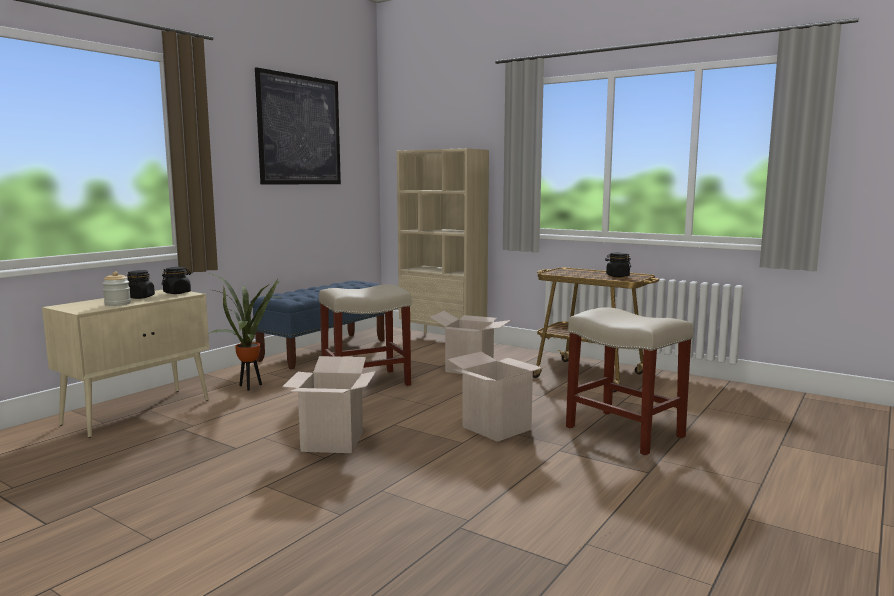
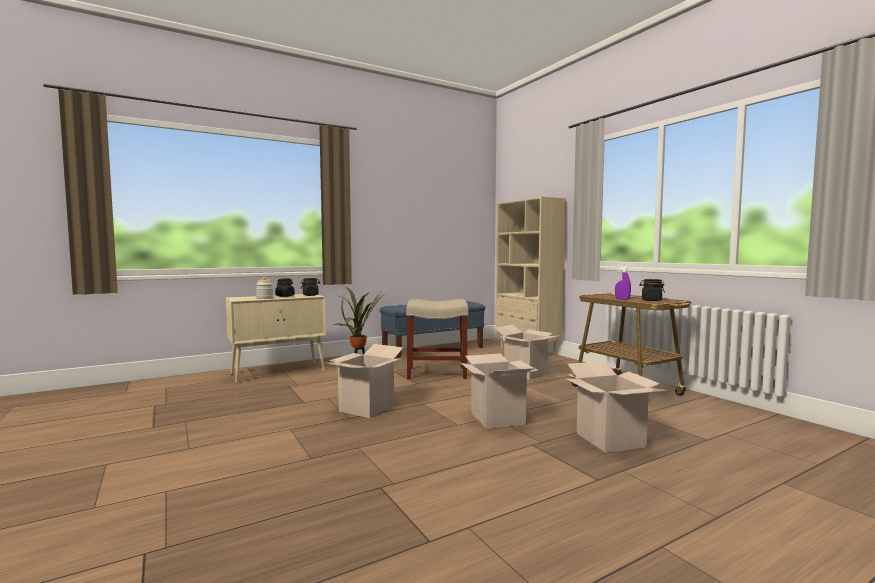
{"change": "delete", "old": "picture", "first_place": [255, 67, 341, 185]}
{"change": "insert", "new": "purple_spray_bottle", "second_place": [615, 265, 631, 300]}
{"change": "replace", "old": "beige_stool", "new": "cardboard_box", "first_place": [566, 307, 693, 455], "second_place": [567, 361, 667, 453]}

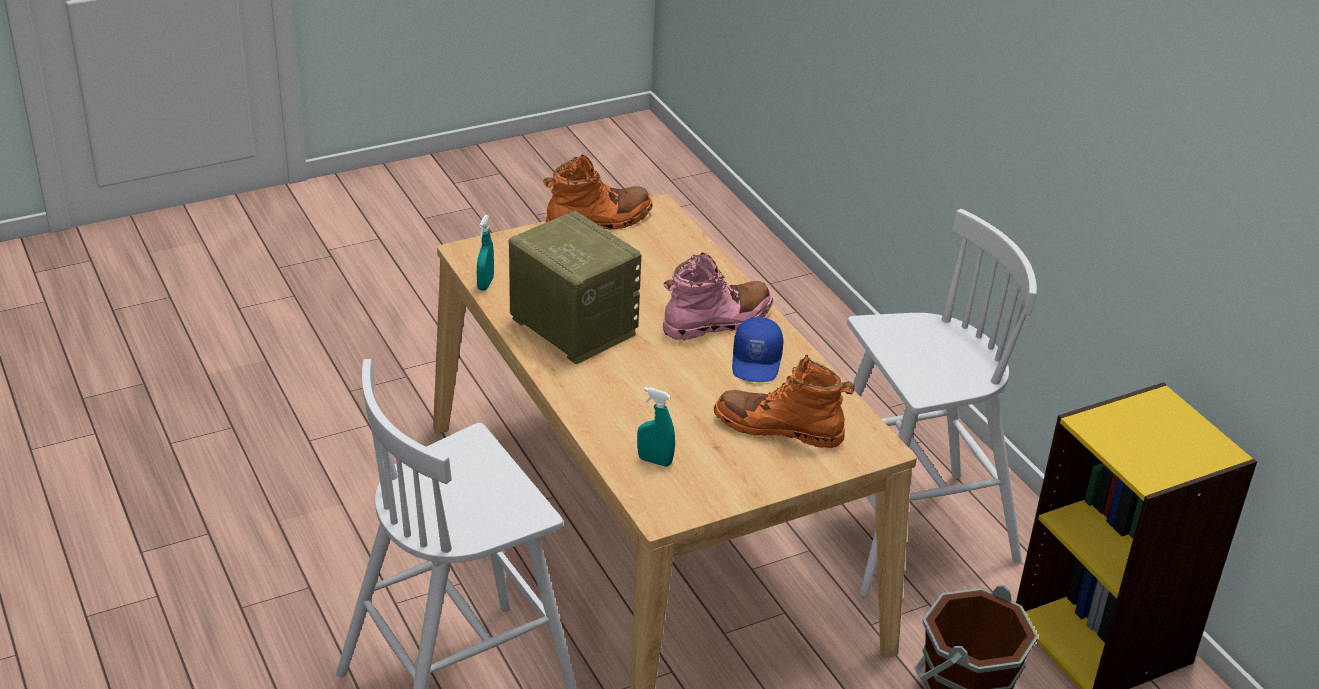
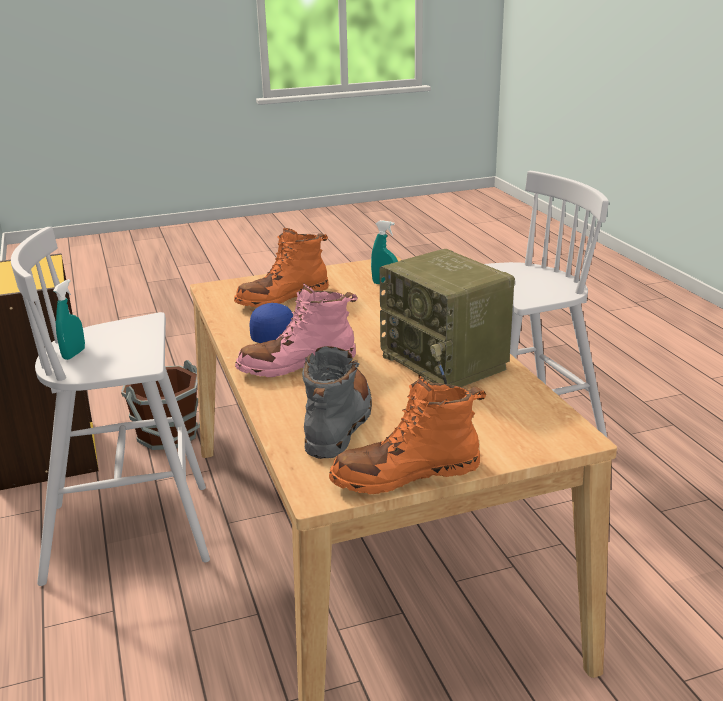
{"change": "insert", "new": "grey_boot", "second_place": [302, 346, 372, 459]}
{"change": "move", "old": "turquoise_spray_bottle", "first_place": [477, 215, 494, 291], "second_place": [53, 279, 85, 360]}
{"change": "rotate", "old": "orange_boot", "first_place": [714, 355, 855, 448], "second_place": [234, 228, 329, 307], "degrees": 120}

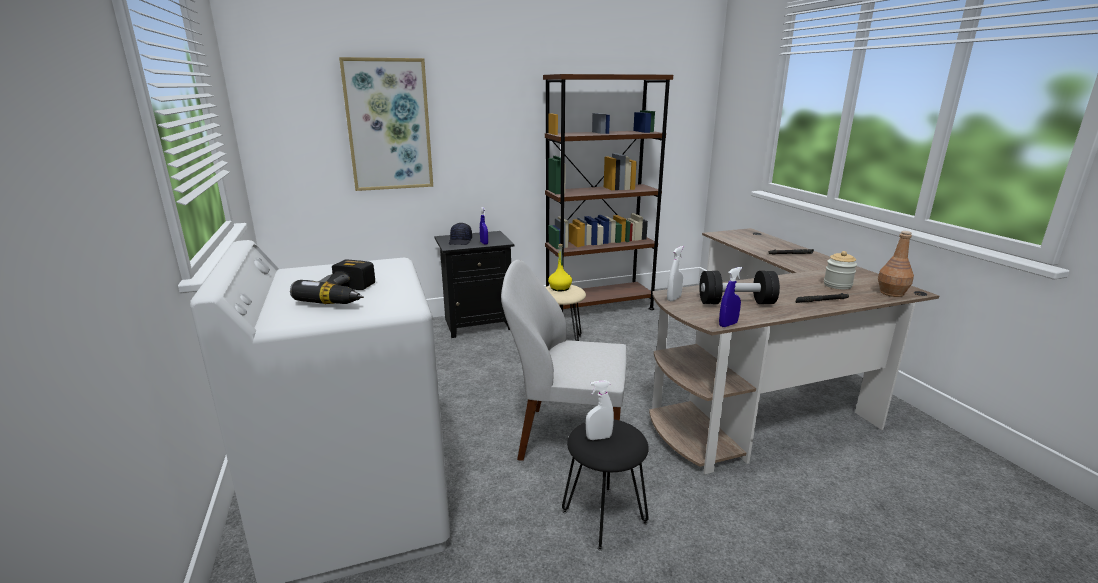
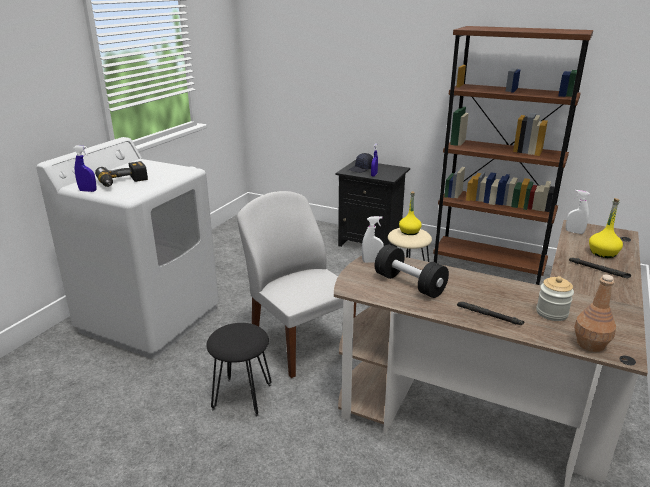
{"change": "delete", "old": "picture", "first_place": [339, 57, 433, 191]}
{"change": "insert", "new": "yellow_bottle", "second_place": [589, 198, 623, 258]}
{"change": "move", "old": "white_spray_bottle", "first_place": [586, 380, 614, 440], "second_place": [566, 190, 590, 234]}
{"change": "move", "old": "blue_spray_bottle", "first_place": [719, 267, 743, 327], "second_place": [73, 146, 97, 192]}

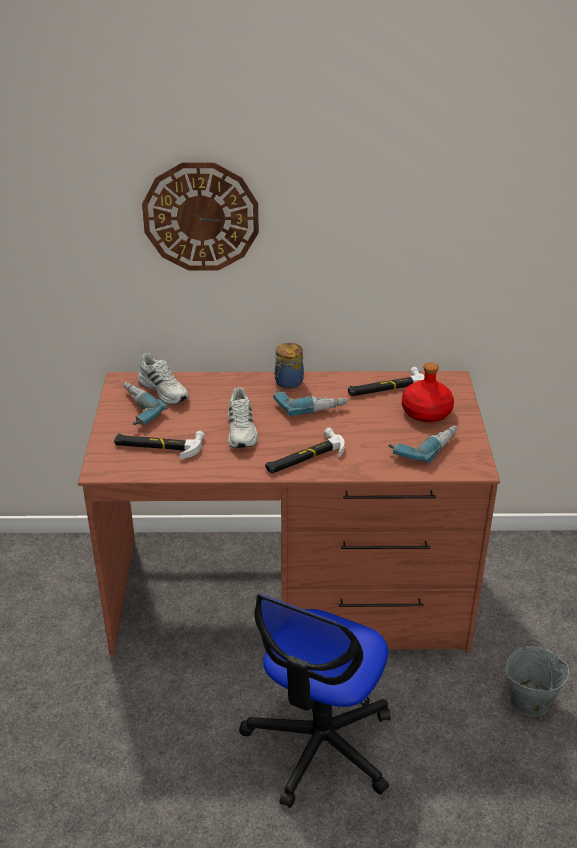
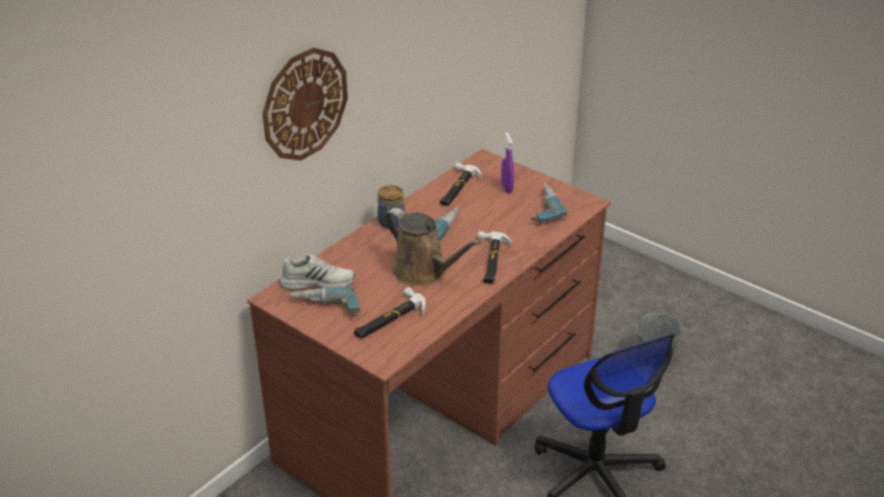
{"change": "replace", "old": "white_shoe", "new": "brown_watering_can", "first_place": [228, 387, 258, 448], "second_place": [384, 208, 481, 286]}
{"change": "replace", "old": "red_bottle", "new": "purple_spray_bottle", "first_place": [402, 362, 454, 422], "second_place": [501, 132, 514, 193]}

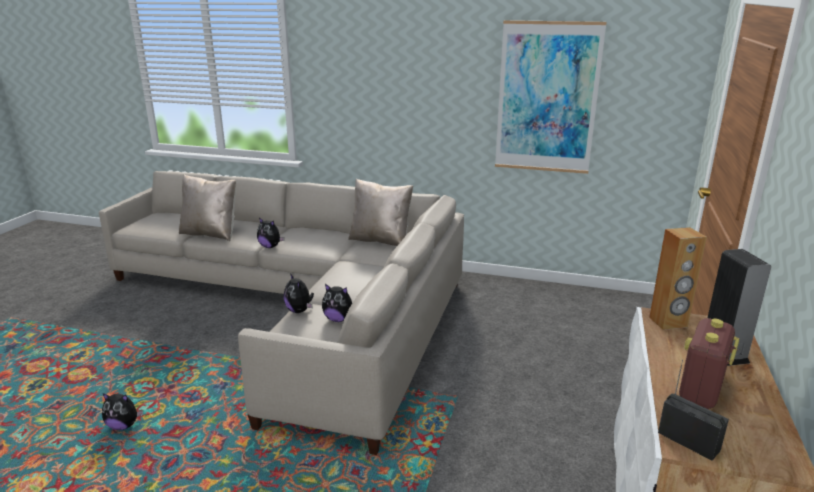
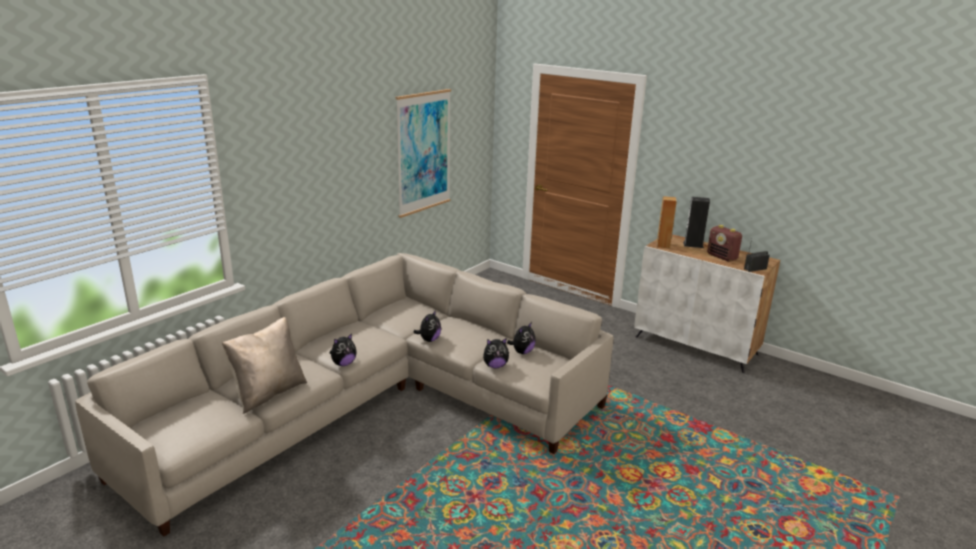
{"change": "delete", "old": "beige_pillow", "first_place": [348, 179, 413, 246]}
{"change": "move", "old": "plush_toy", "first_place": [102, 393, 143, 430], "second_place": [413, 310, 441, 342]}

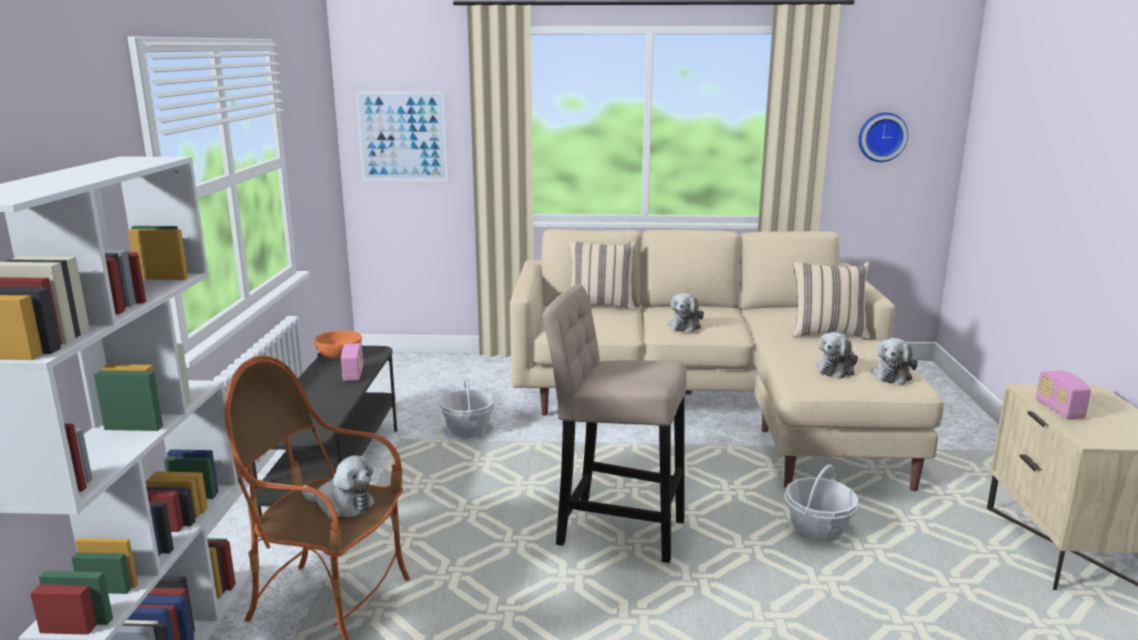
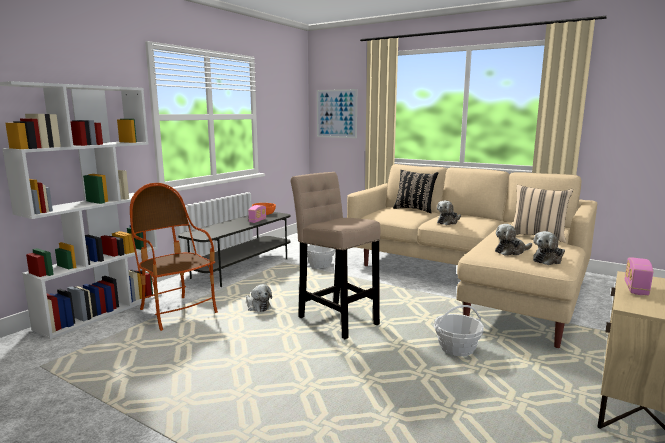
{"change": "delete", "old": "wall_clock", "first_place": [858, 112, 908, 162]}
{"change": "move", "old": "plush_toy", "first_place": [302, 455, 375, 519], "second_place": [246, 284, 272, 312]}
{"change": "recolor", "old": "beige_pillow", "new": "black_pillow", "first_place": [569, 240, 636, 310], "second_place": [393, 170, 438, 213]}

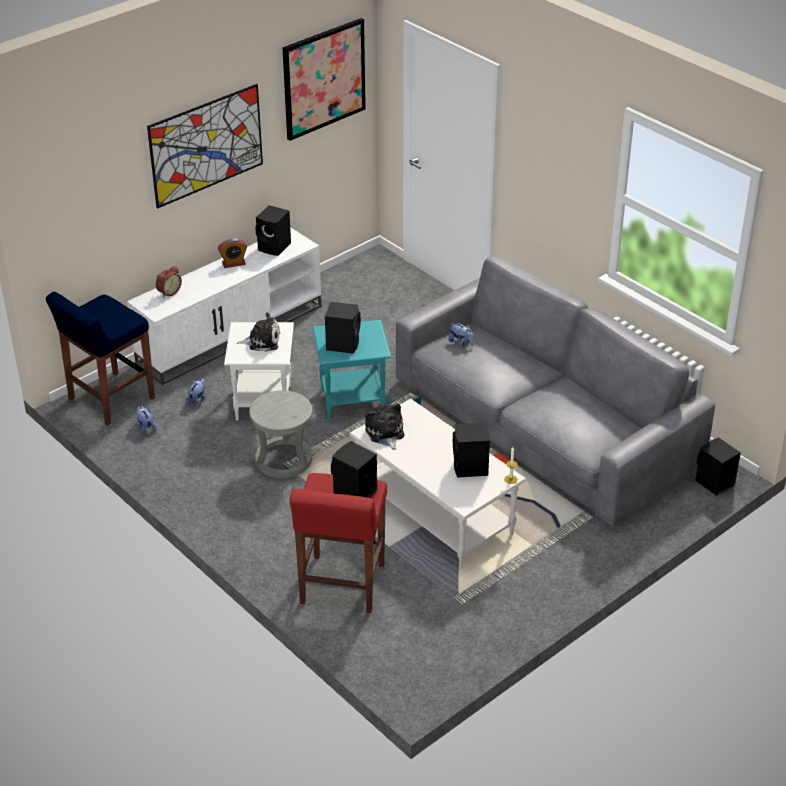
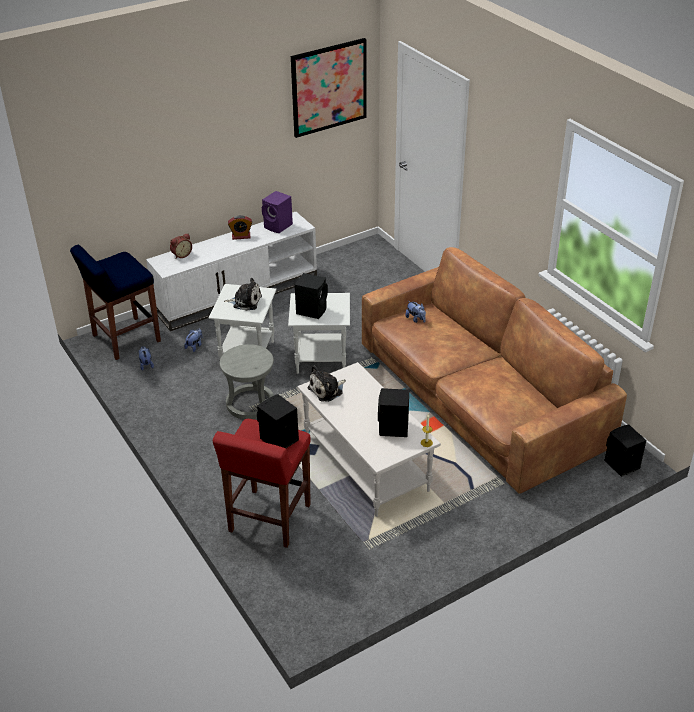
{"change": "delete", "old": "picture", "first_place": [147, 84, 263, 209]}
{"change": "recolor", "old": "black_speaker", "new": "purple_speaker", "first_place": [255, 205, 291, 256], "second_place": [262, 191, 293, 233]}
{"change": "recolor", "old": "turquoise_side_table", "new": "white_side_table", "first_place": [312, 320, 391, 420], "second_place": [288, 293, 350, 374]}
{"change": "recolor", "old": "grey_sofa", "new": "brown_sofa", "first_place": [396, 256, 715, 526], "second_place": [362, 247, 627, 494]}
{"change": "rotate", "old": "plush_toy", "first_place": [365, 403, 405, 450], "second_place": [308, 365, 346, 402], "degrees": -120}

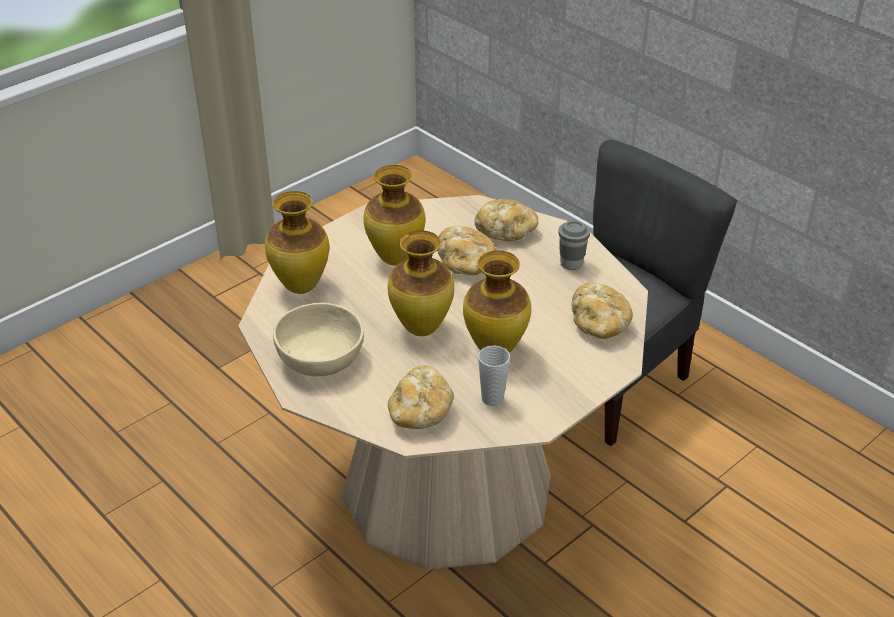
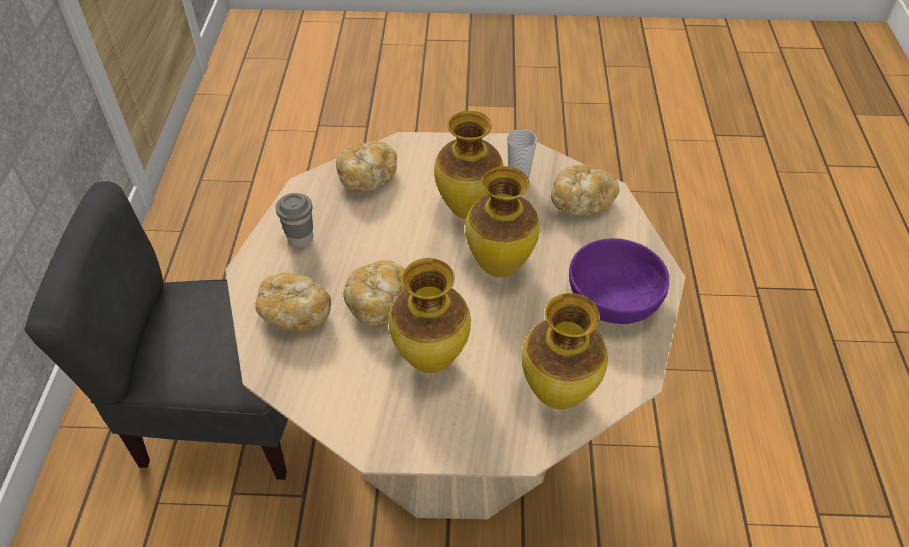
{"change": "recolor", "old": "beige_bowl", "new": "purple_bowl", "first_place": [273, 303, 364, 376], "second_place": [569, 238, 669, 324]}

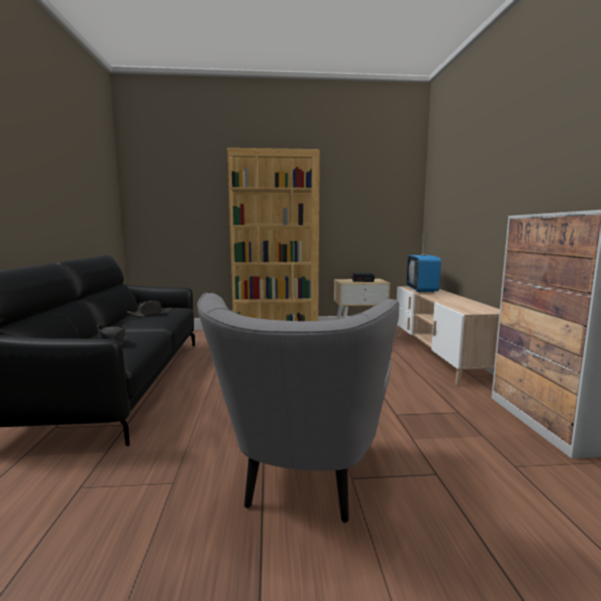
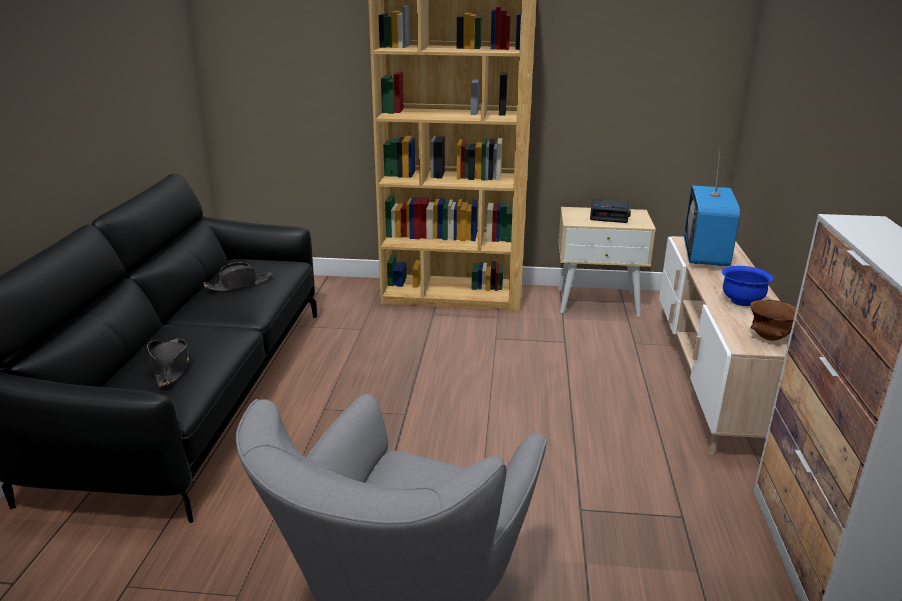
{"change": "insert", "new": "blue_bowl", "second_place": [722, 266, 773, 306]}
{"change": "insert", "new": "brown_bowl", "second_place": [750, 299, 796, 341]}

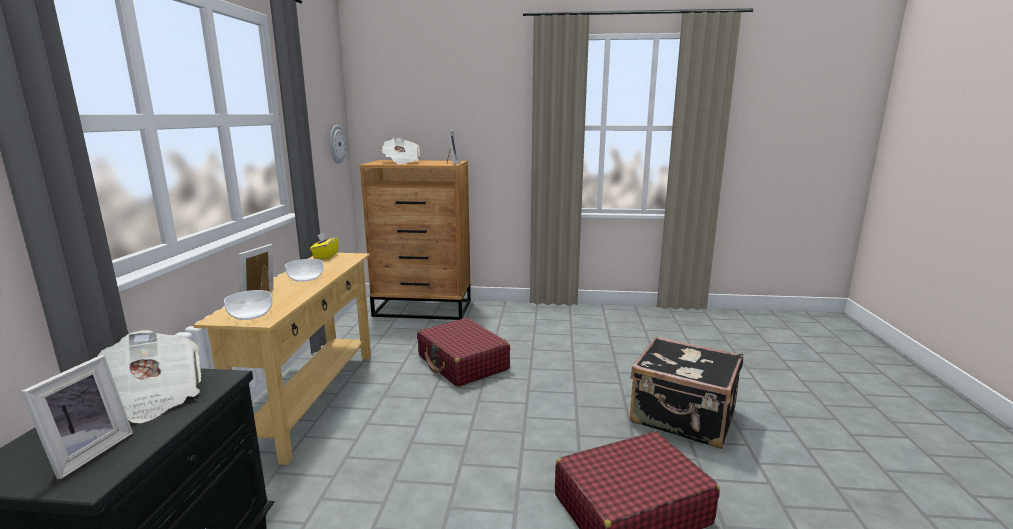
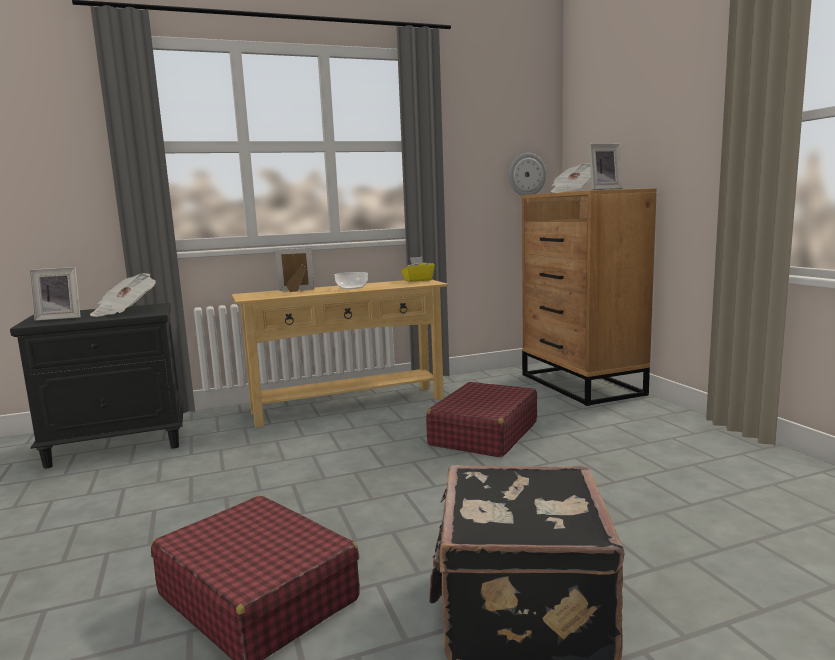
{"change": "delete", "old": "bowl", "first_place": [224, 290, 273, 320]}

